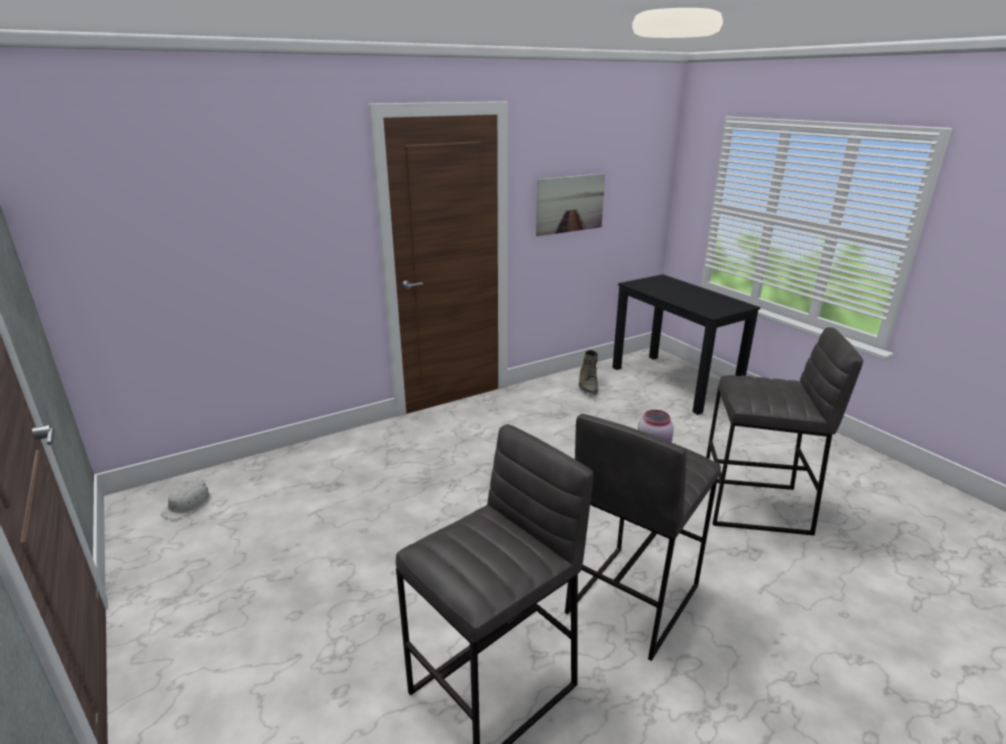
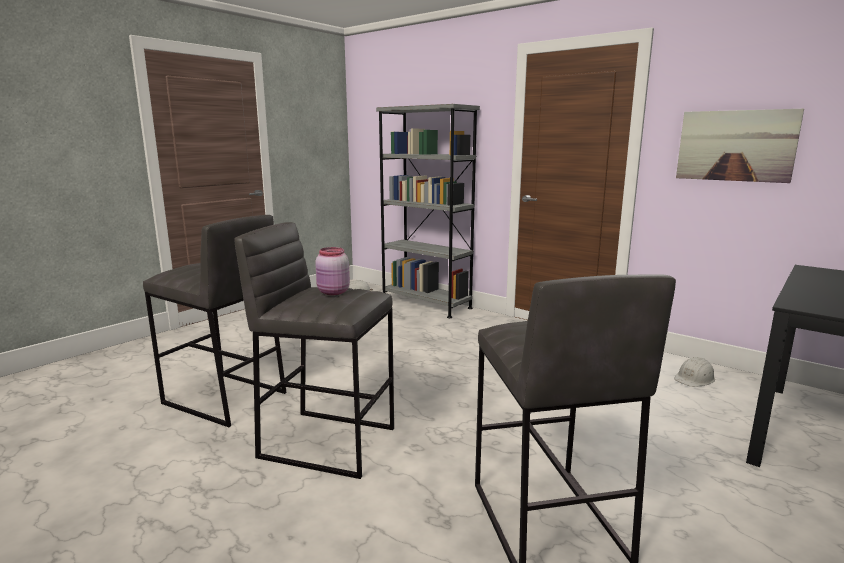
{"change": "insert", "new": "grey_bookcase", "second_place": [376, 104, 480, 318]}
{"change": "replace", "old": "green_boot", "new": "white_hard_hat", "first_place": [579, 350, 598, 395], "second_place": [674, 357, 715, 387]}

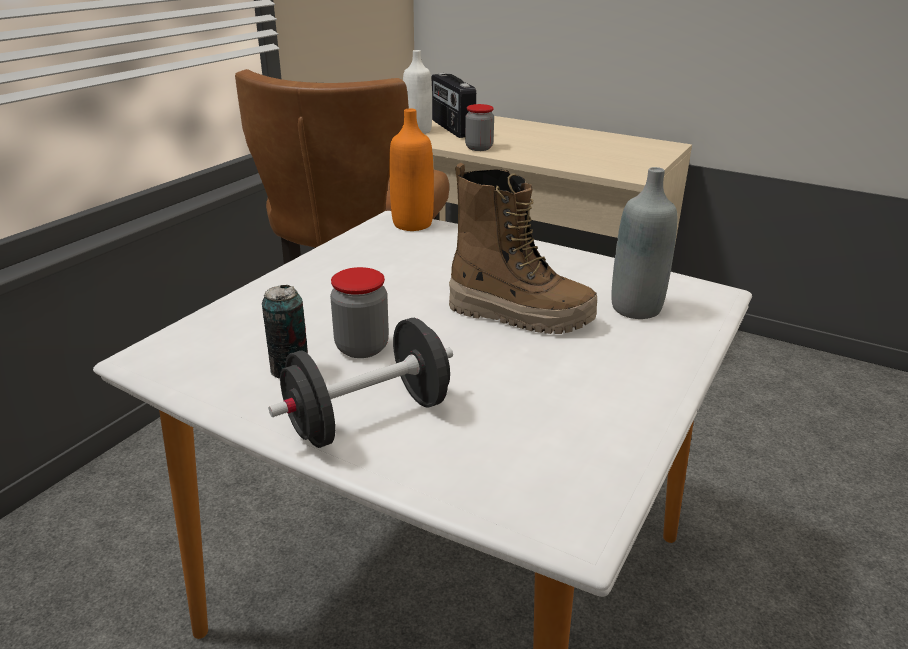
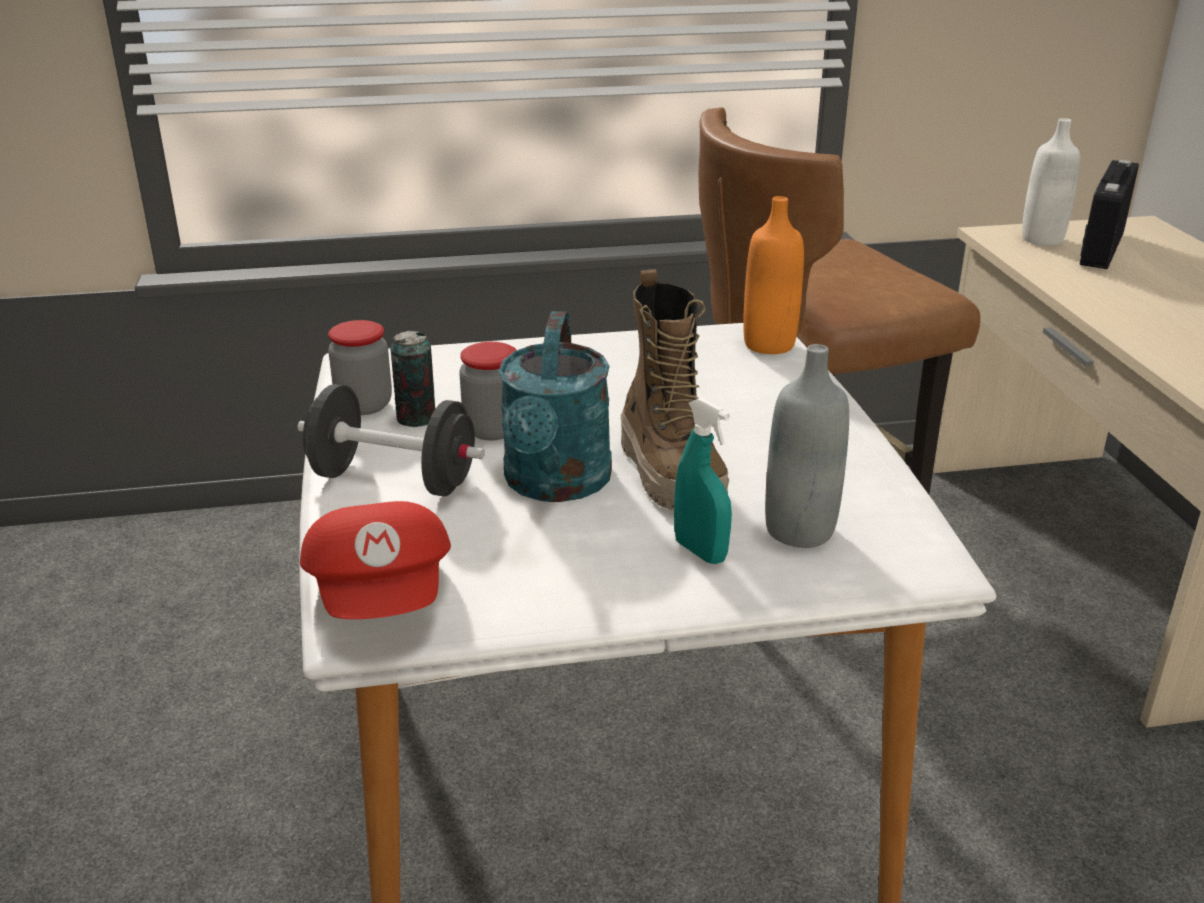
{"change": "insert", "new": "red_cap", "second_place": [300, 501, 451, 619]}
{"change": "insert", "new": "turquoise_watering_can", "second_place": [499, 311, 612, 502]}
{"change": "insert", "new": "turquoise_spray_bottle", "second_place": [674, 398, 732, 564]}
{"change": "move", "old": "jar", "first_place": [465, 104, 494, 151], "second_place": [328, 320, 392, 415]}

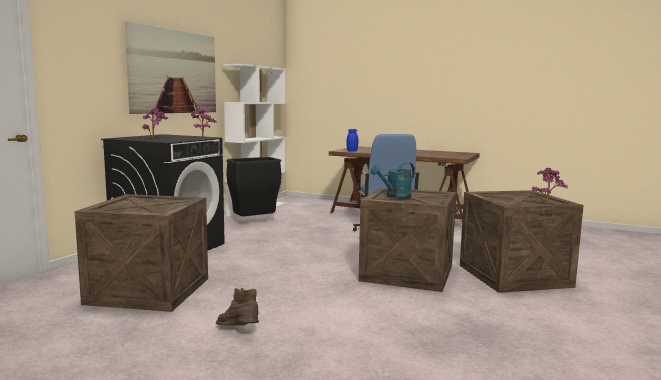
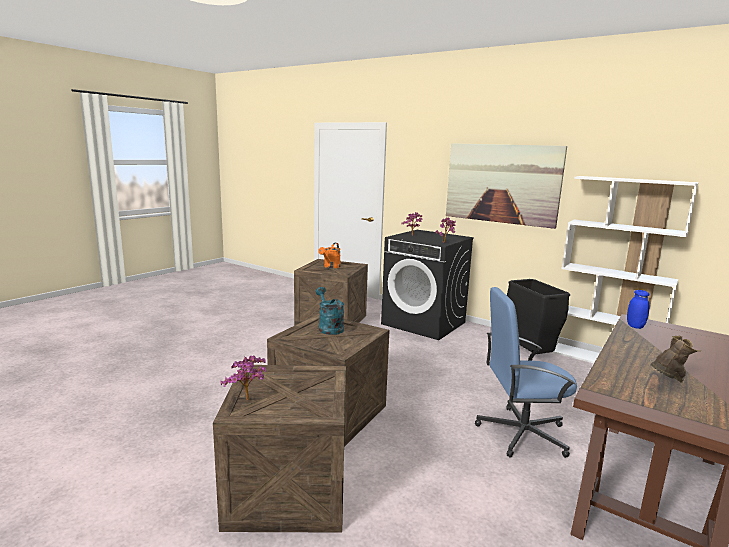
{"change": "insert", "new": "orange_watering_can", "second_place": [318, 243, 341, 268]}
{"change": "move", "old": "brown_boot", "first_place": [216, 288, 259, 326], "second_place": [650, 335, 701, 383]}

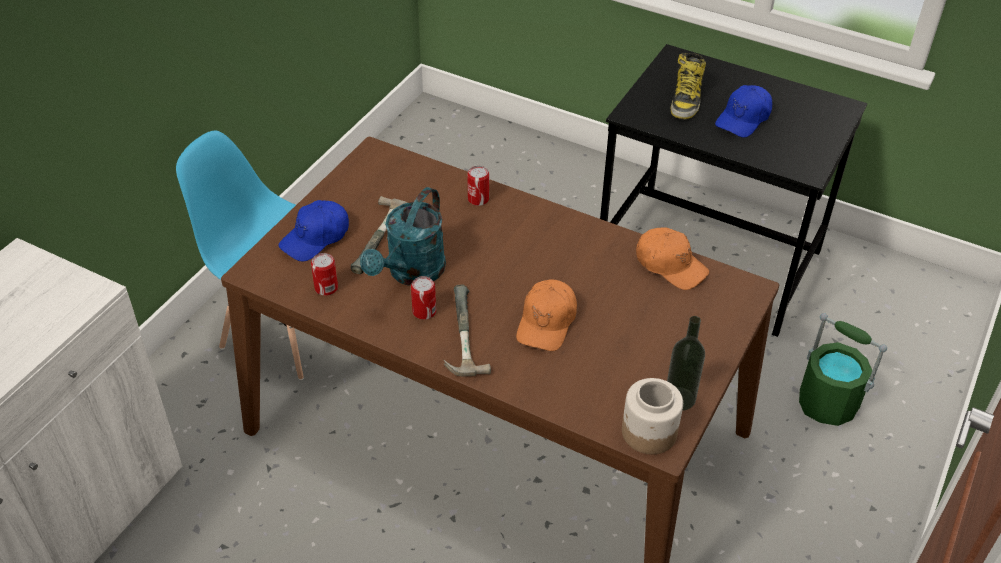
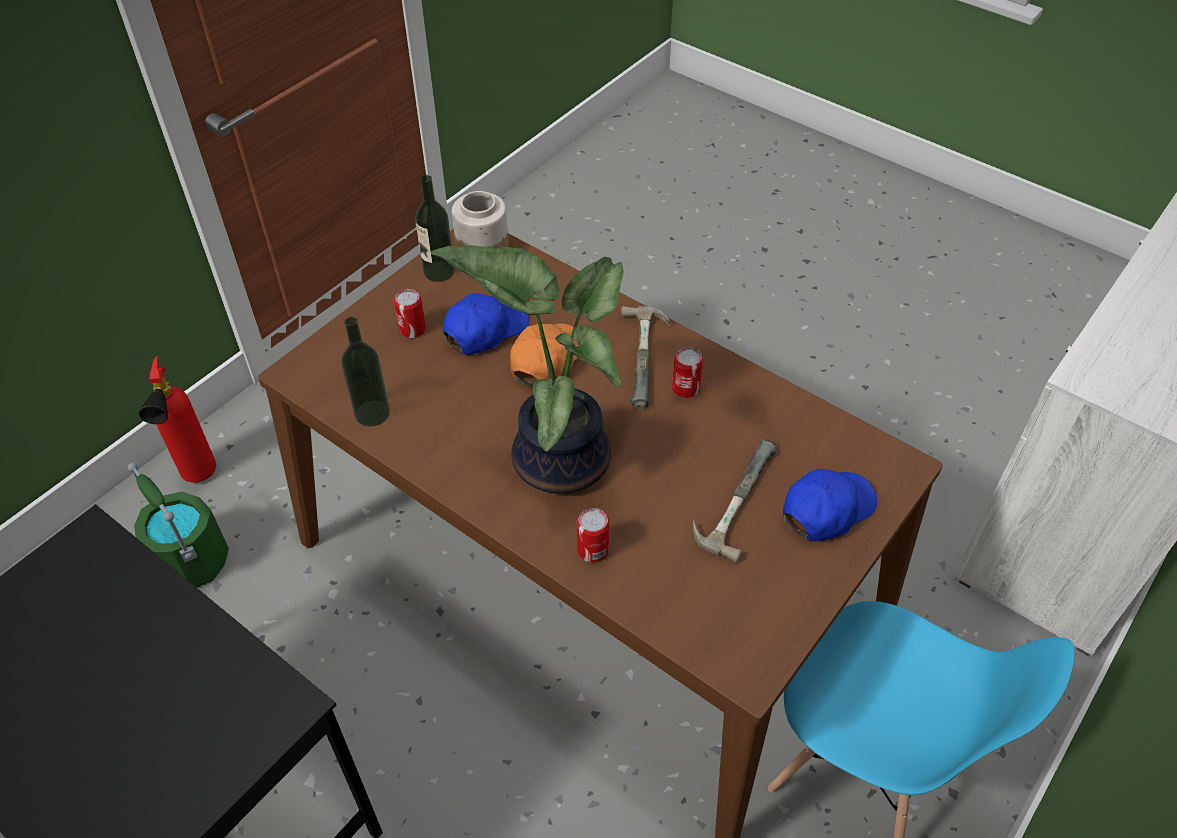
{"change": "delete", "old": "turquoise_watering_can", "first_place": [360, 187, 446, 286]}
{"change": "delete", "old": "boot", "first_place": [671, 53, 706, 119]}
{"change": "insert", "new": "fire_extinguisher", "second_place": [139, 356, 216, 482]}
{"change": "insert", "new": "potted_plant", "second_place": [431, 245, 624, 494]}
{"change": "move", "old": "can", "first_place": [311, 253, 338, 296], "second_place": [394, 289, 426, 338]}
{"change": "move", "old": "blue_cap", "first_place": [715, 85, 772, 138], "second_place": [443, 294, 529, 355]}
{"change": "replace", "old": "orange_cap", "new": "bottle", "first_place": [636, 227, 709, 290], "second_place": [341, 317, 390, 427]}

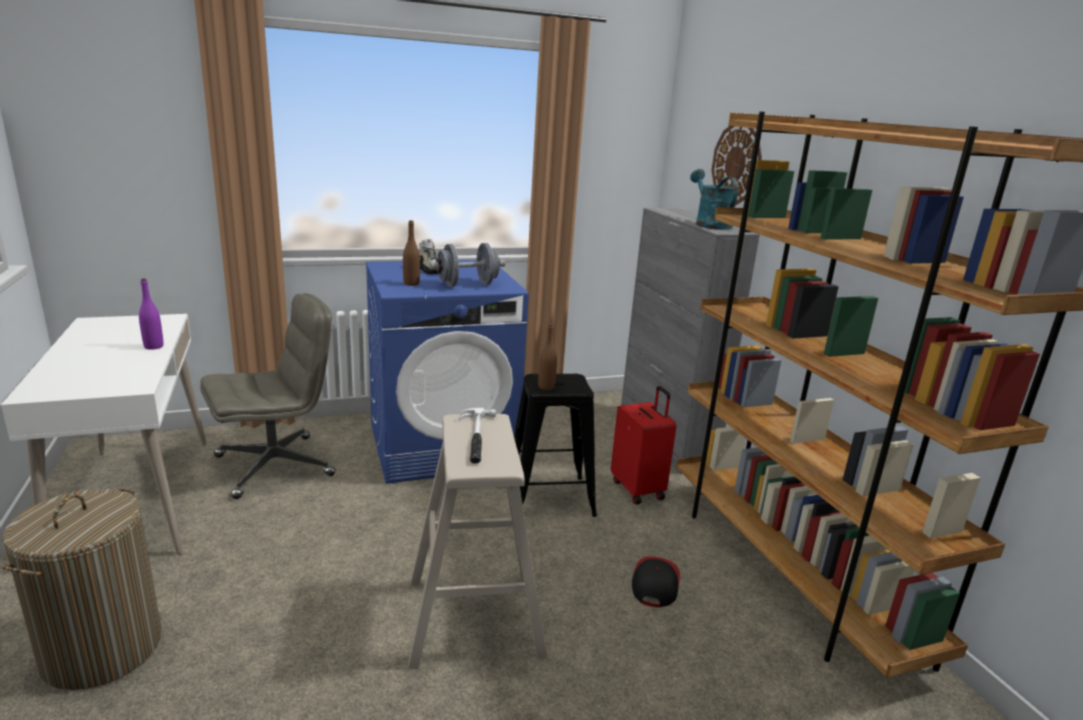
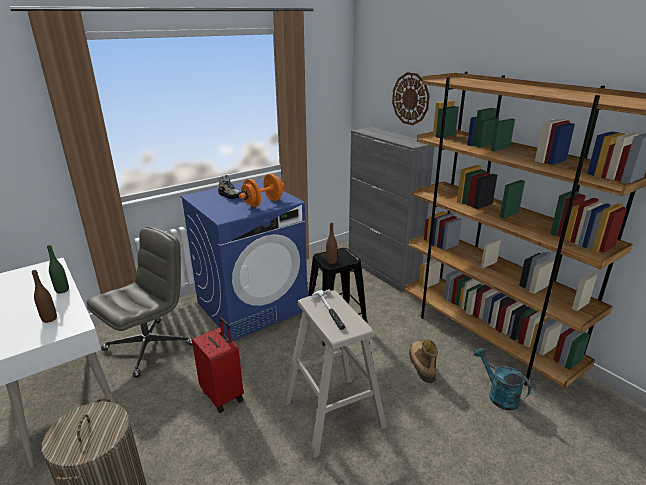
{"change": "move", "old": "brown_bottle", "first_place": [403, 220, 420, 286], "second_place": [32, 270, 57, 323]}
{"change": "move", "old": "red_suitcase", "first_place": [611, 386, 677, 505], "second_place": [192, 317, 244, 413]}
{"change": "move", "old": "turquoise_watering_can", "first_place": [690, 169, 739, 230], "second_place": [474, 348, 531, 410]}
{"change": "replace", "old": "cap", "new": "boot", "first_place": [632, 557, 680, 607], "second_place": [409, 339, 438, 383]}
{"change": "recolor", "old": "purple_bottle", "new": "green_bottle", "first_place": [139, 278, 163, 350], "second_place": [47, 245, 69, 293]}
{"change": "recolor", "old": "grey_dumbbell", "new": "orange_dumbbell", "first_place": [429, 243, 505, 287], "second_place": [239, 174, 284, 207]}

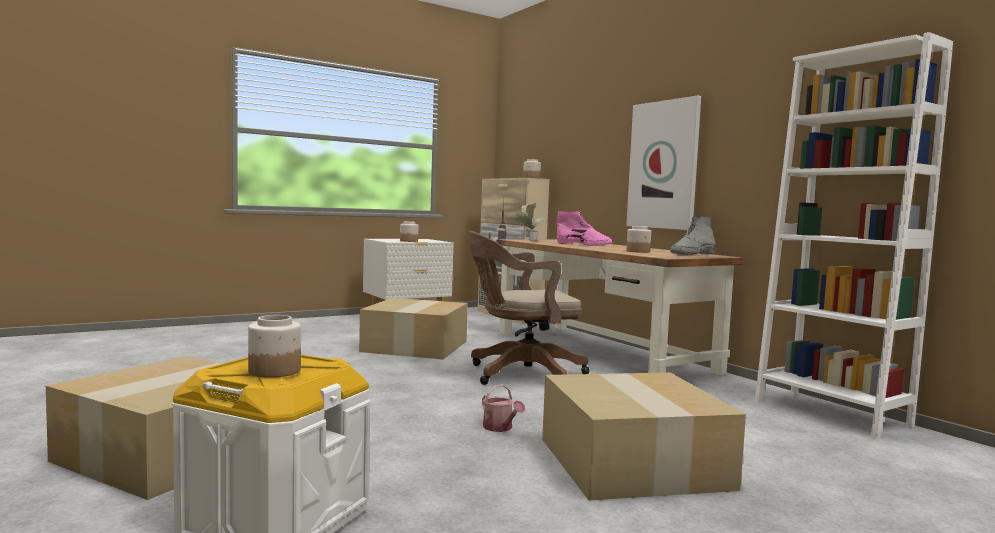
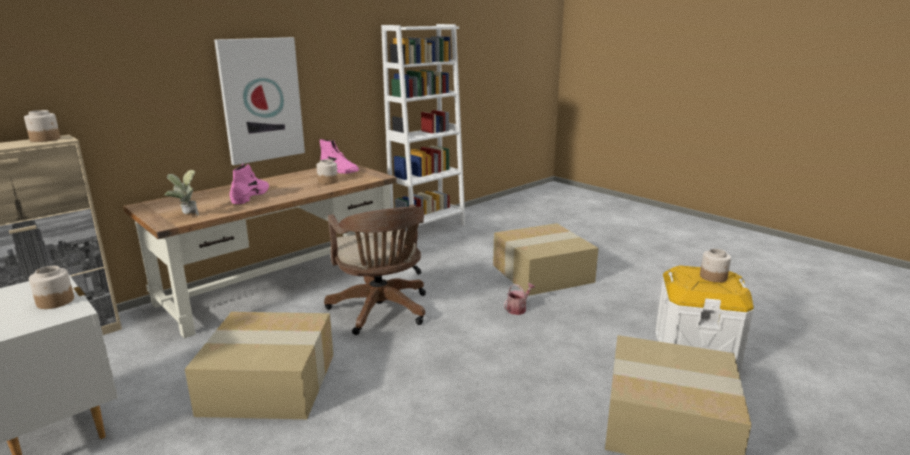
{"change": "recolor", "old": "grey_boot", "new": "pink_boot", "first_place": [670, 216, 716, 255], "second_place": [320, 139, 359, 174]}

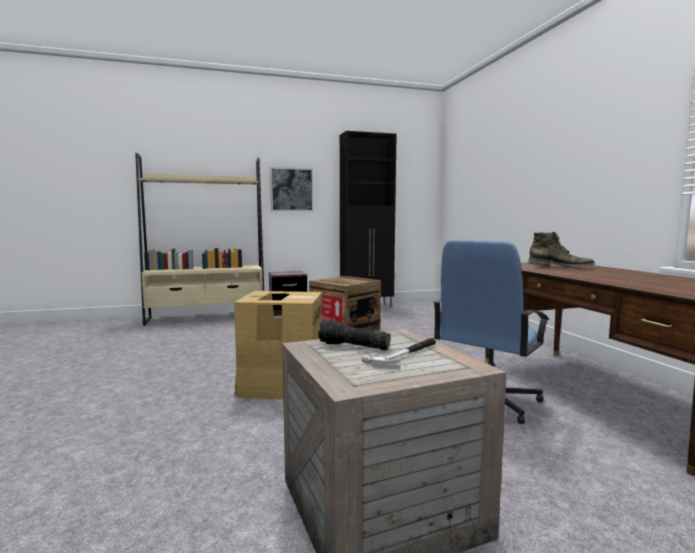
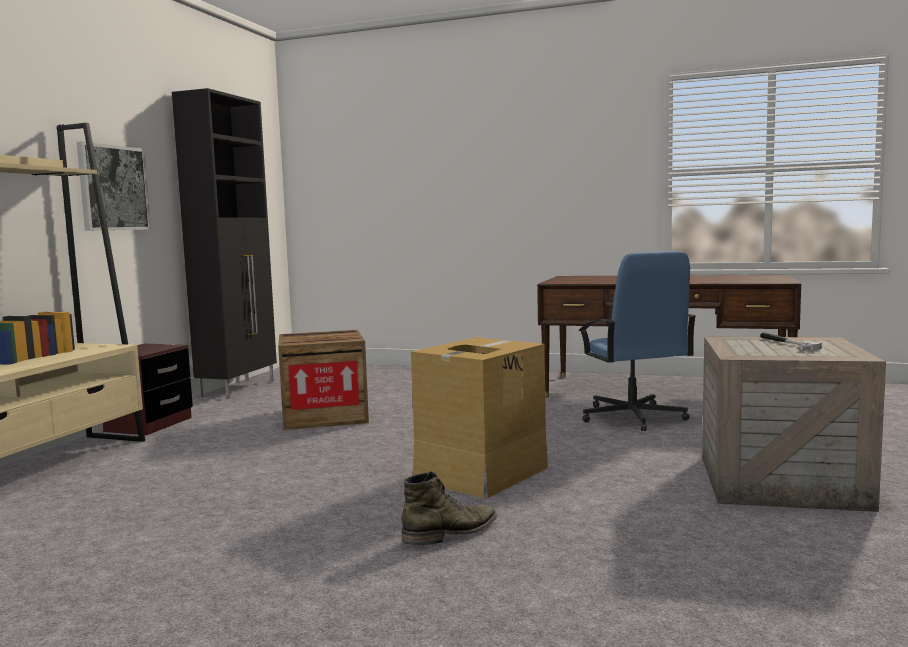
{"change": "delete", "old": "flashlight", "first_place": [318, 320, 390, 350]}
{"change": "move", "old": "green_boot", "first_place": [528, 232, 595, 267], "second_place": [402, 471, 497, 545]}

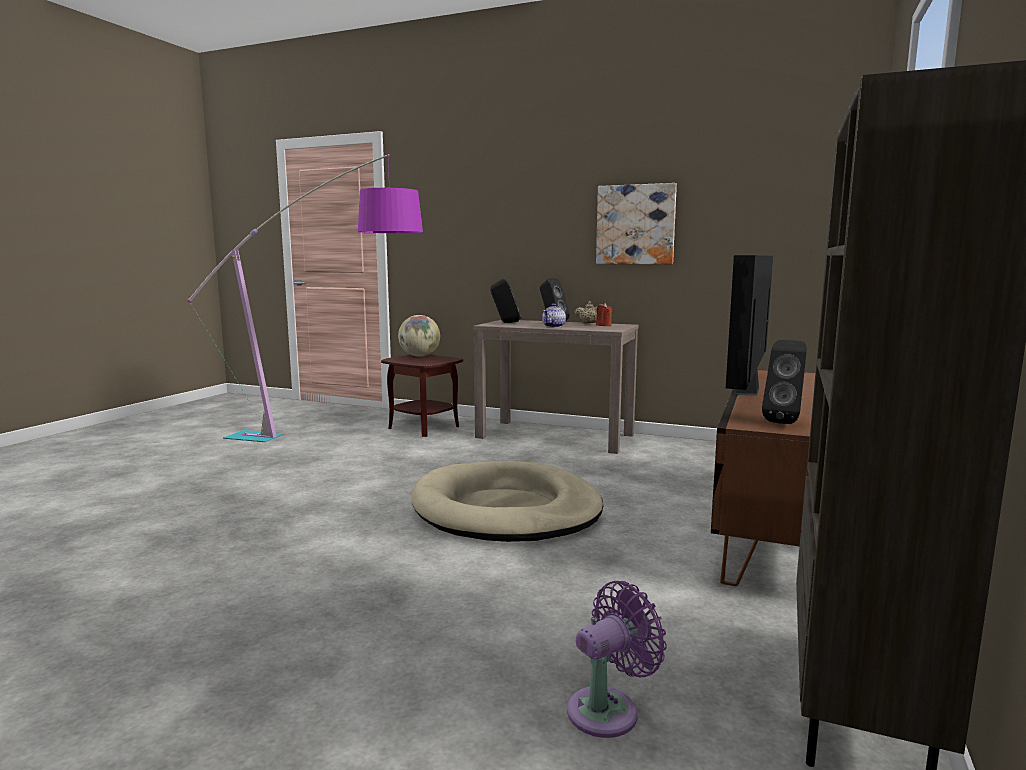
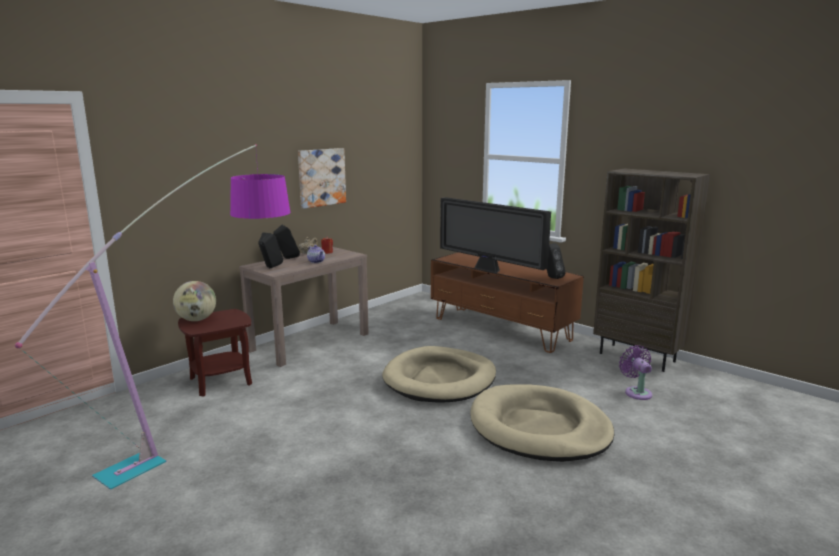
{"change": "insert", "new": "beige_dog_bed", "second_place": [470, 384, 614, 462]}

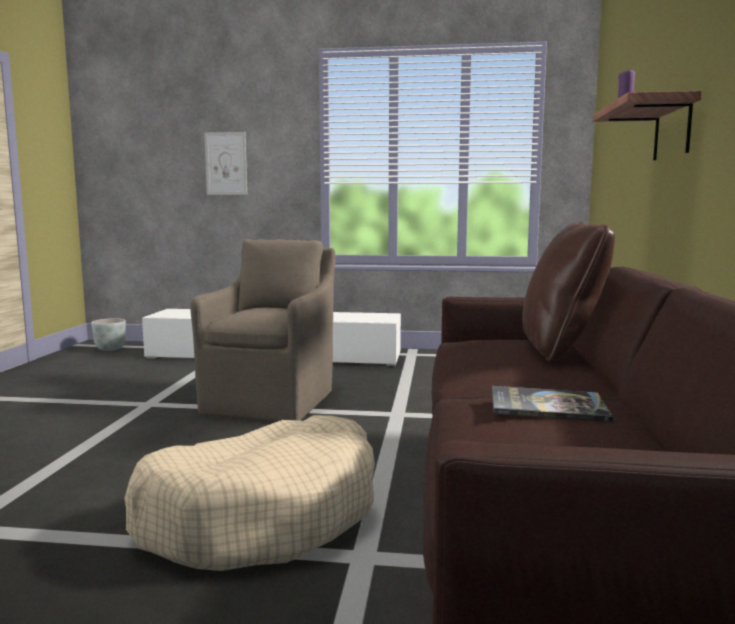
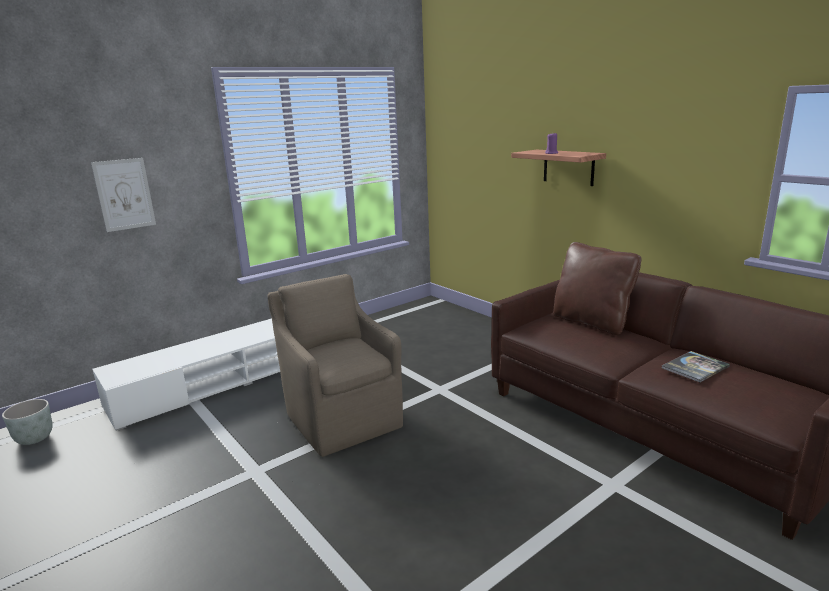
{"change": "delete", "old": "beige_dog_bed", "first_place": [124, 415, 375, 571]}

